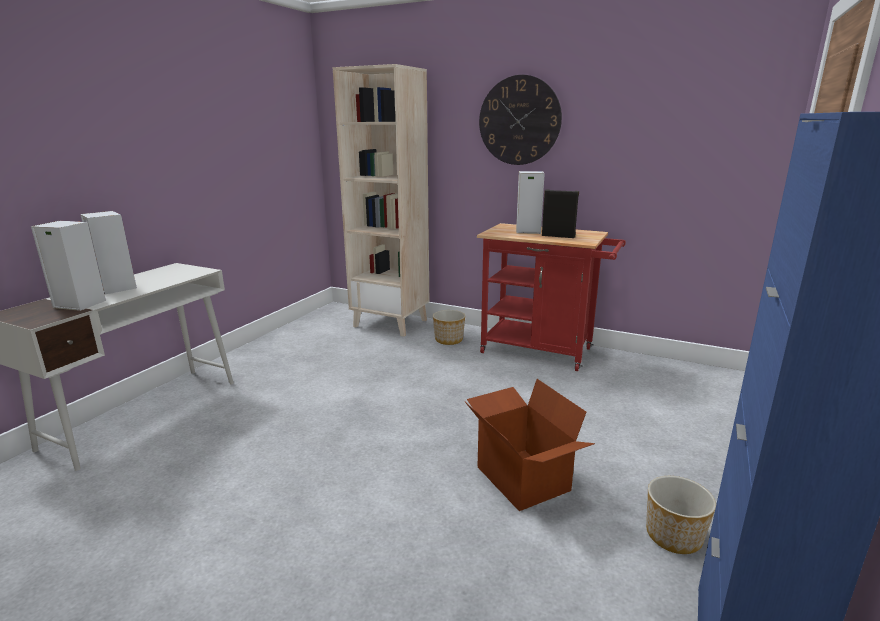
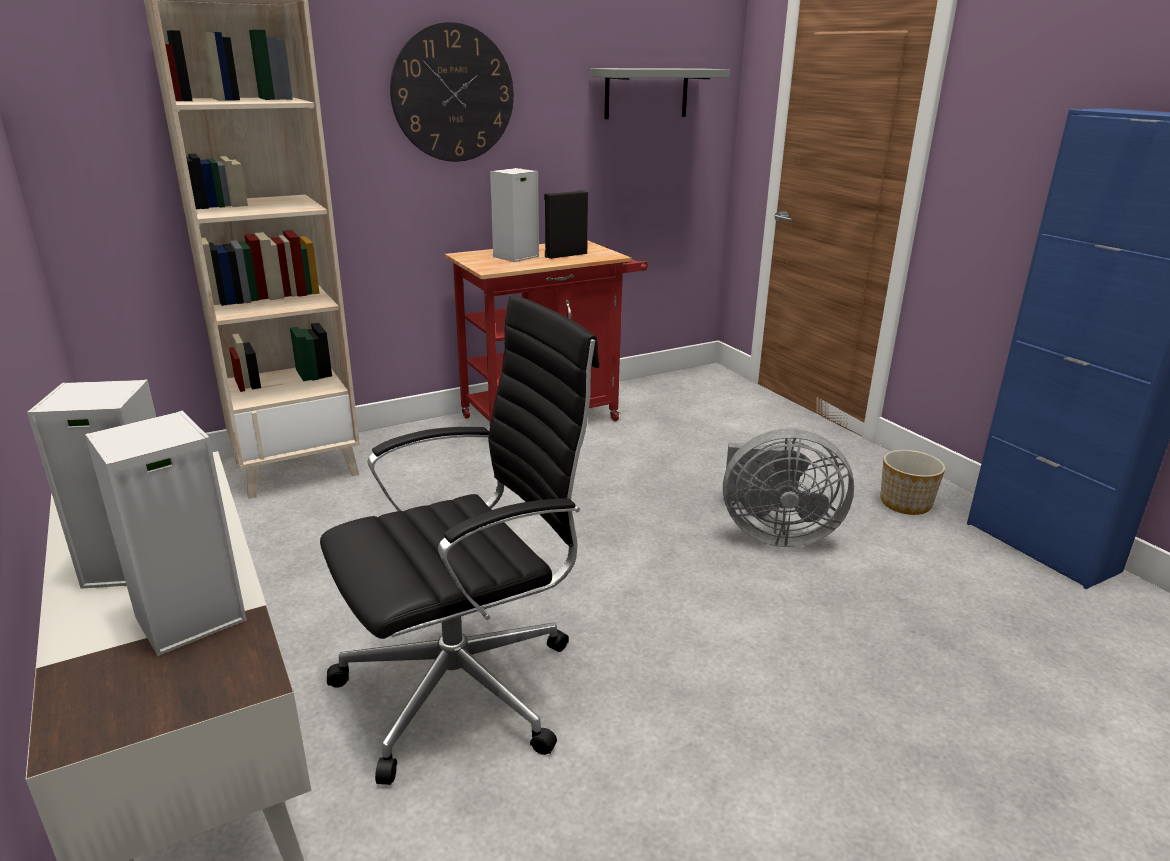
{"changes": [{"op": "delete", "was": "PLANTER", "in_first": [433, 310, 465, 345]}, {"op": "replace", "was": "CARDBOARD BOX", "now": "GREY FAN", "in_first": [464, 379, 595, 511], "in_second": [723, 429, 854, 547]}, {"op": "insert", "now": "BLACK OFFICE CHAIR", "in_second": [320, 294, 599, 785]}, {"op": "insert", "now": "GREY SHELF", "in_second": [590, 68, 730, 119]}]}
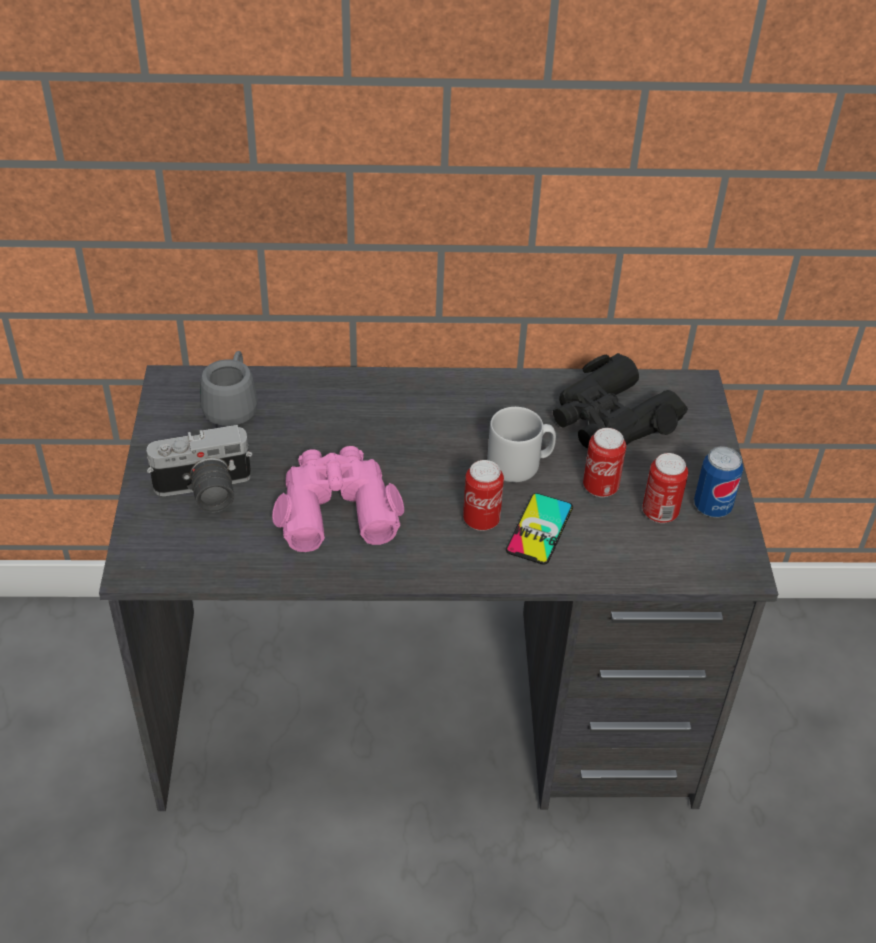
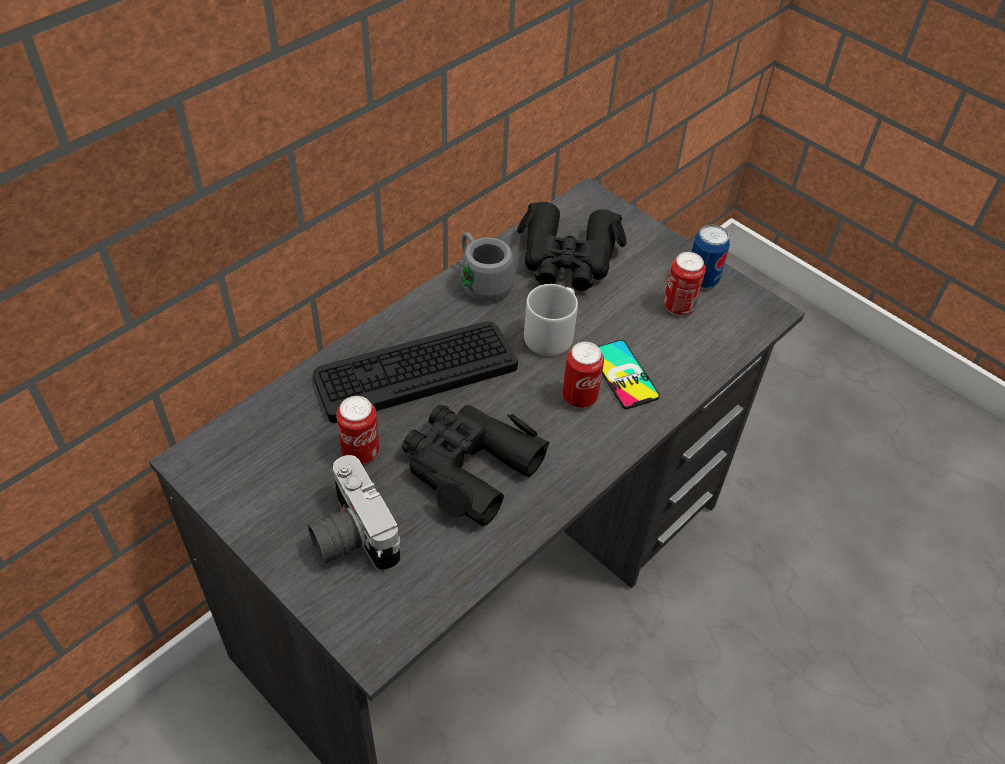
{"changes": [{"op": "rotate", "was": "PHOTO CAMERA", "in_first": [147, 425, 252, 513], "in_second": [308, 455, 400, 572], "clockwise": 120}, {"op": "move", "was": "GREY MUG", "in_first": [200, 351, 258, 426], "in_second": [461, 232, 514, 301]}, {"op": "recolor", "was": "PINK BINOCULARS", "now": "BLACK BINOCULARS", "in_first": [272, 446, 404, 552], "in_second": [402, 405, 549, 526]}, {"op": "move", "was": "CAN", "in_first": [583, 428, 626, 497], "in_second": [336, 396, 379, 464]}, {"op": "insert", "now": "KEYBOARD", "in_second": [313, 321, 518, 423]}]}
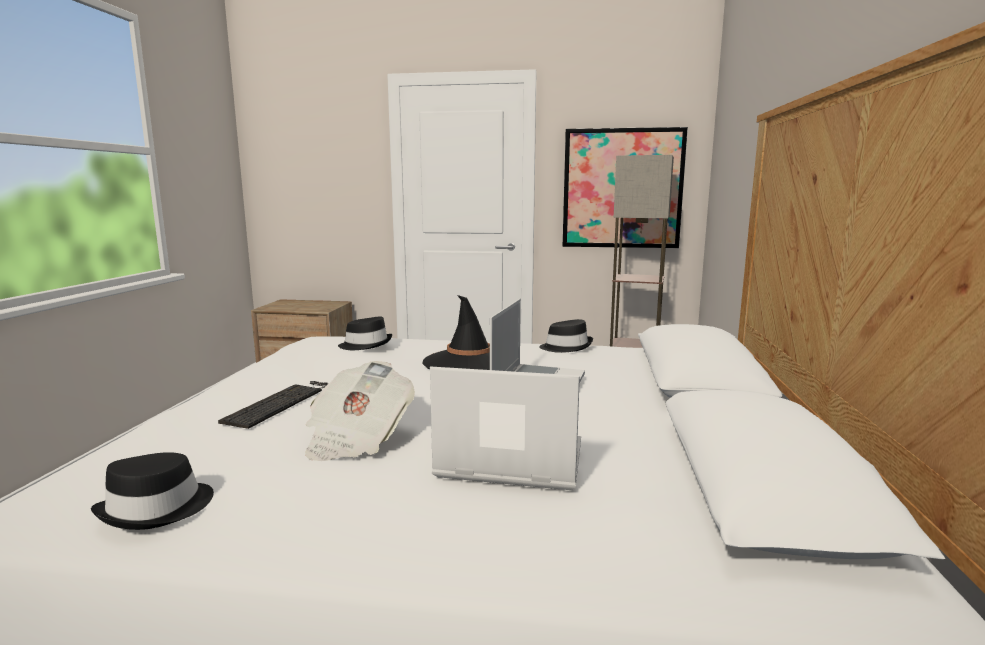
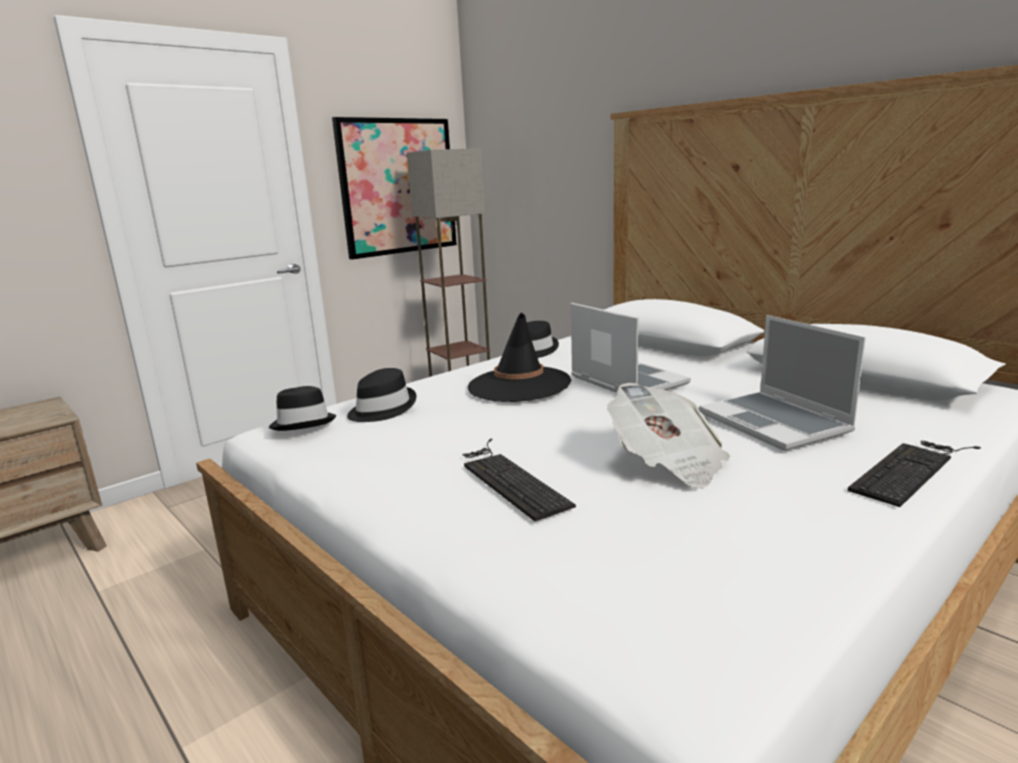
{"changes": [{"op": "move", "was": "BLACK HAT", "in_first": [91, 452, 214, 530], "in_second": [269, 386, 336, 431]}, {"op": "rotate", "was": "LAPTOP", "in_first": [430, 366, 581, 490], "in_second": [699, 315, 866, 451], "clockwise": -75}, {"op": "insert", "now": "KEYBOARD", "in_second": [848, 441, 981, 507]}]}
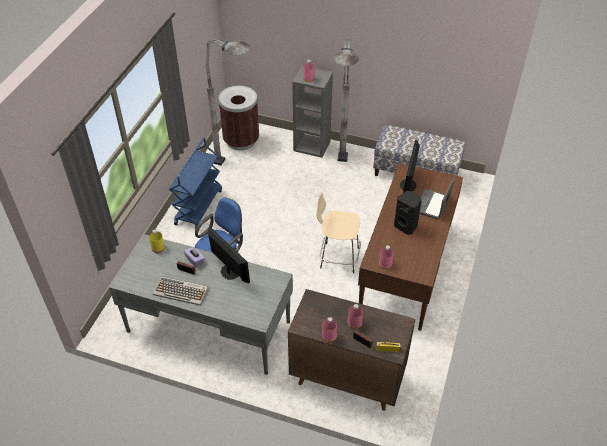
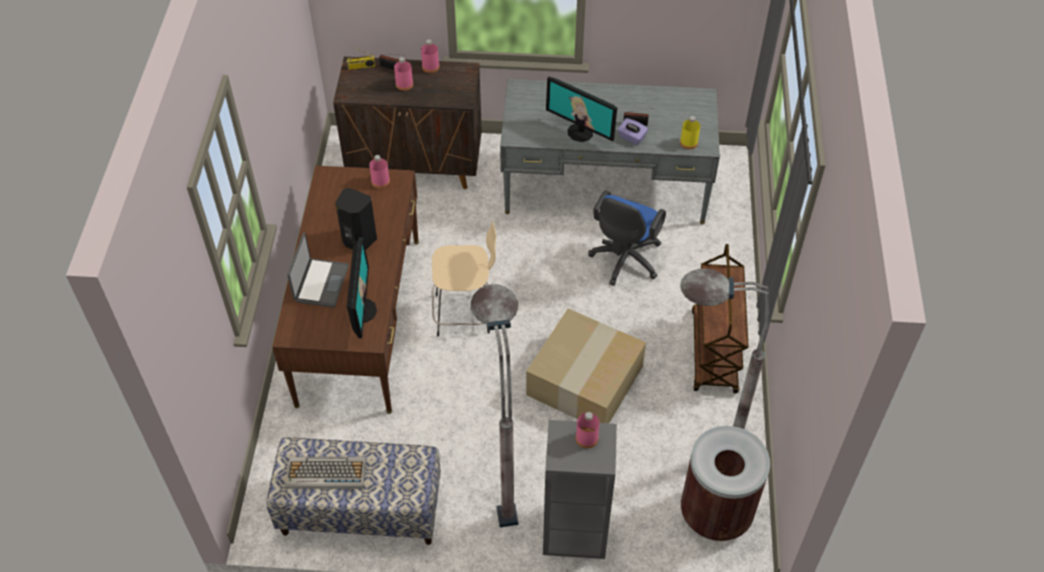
{"changes": [{"op": "move", "was": "KEYBOARD", "in_first": [153, 276, 208, 306], "in_second": [285, 457, 366, 489]}, {"op": "recolor", "was": "BLUE CART", "now": "BROWN CART", "in_first": [169, 138, 222, 230], "in_second": [692, 244, 749, 393]}, {"op": "insert", "now": "CARDBOARD BOX", "in_second": [526, 308, 646, 423]}]}
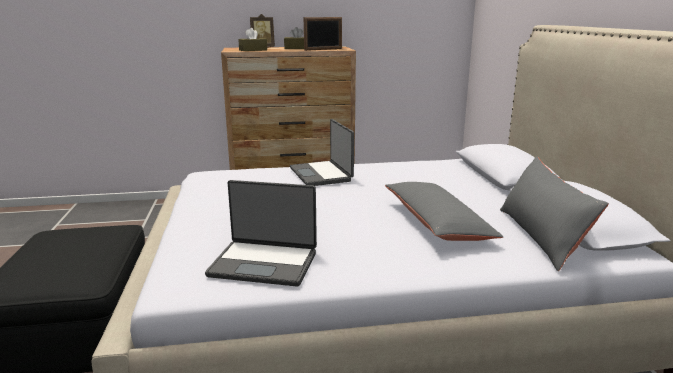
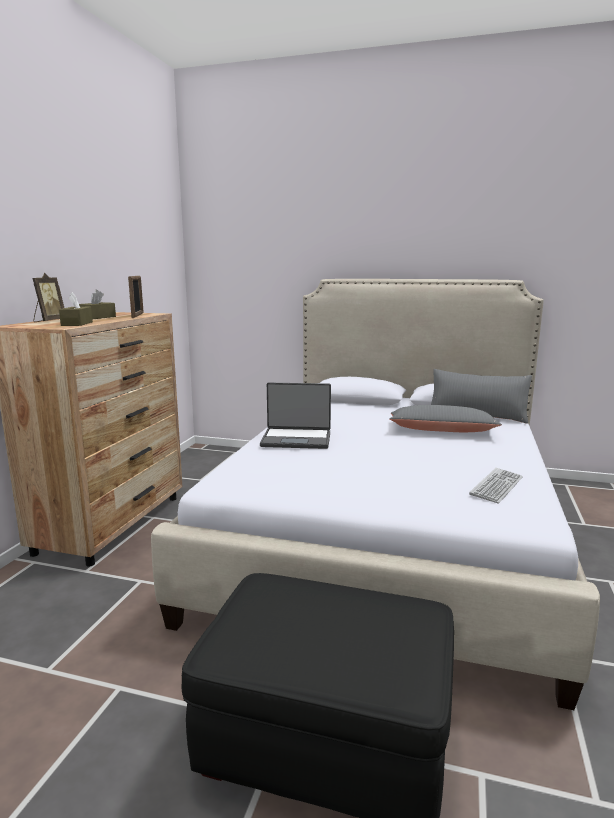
{"changes": [{"op": "replace", "was": "LAPTOP", "now": "KEYBOARD", "in_first": [205, 180, 317, 286], "in_second": [469, 468, 523, 504]}]}
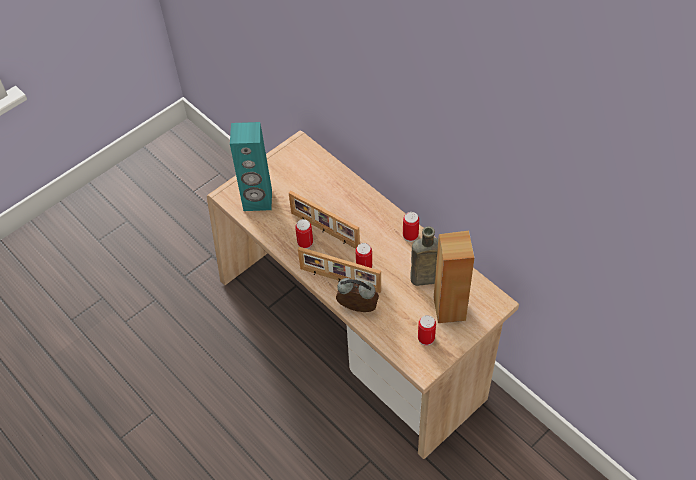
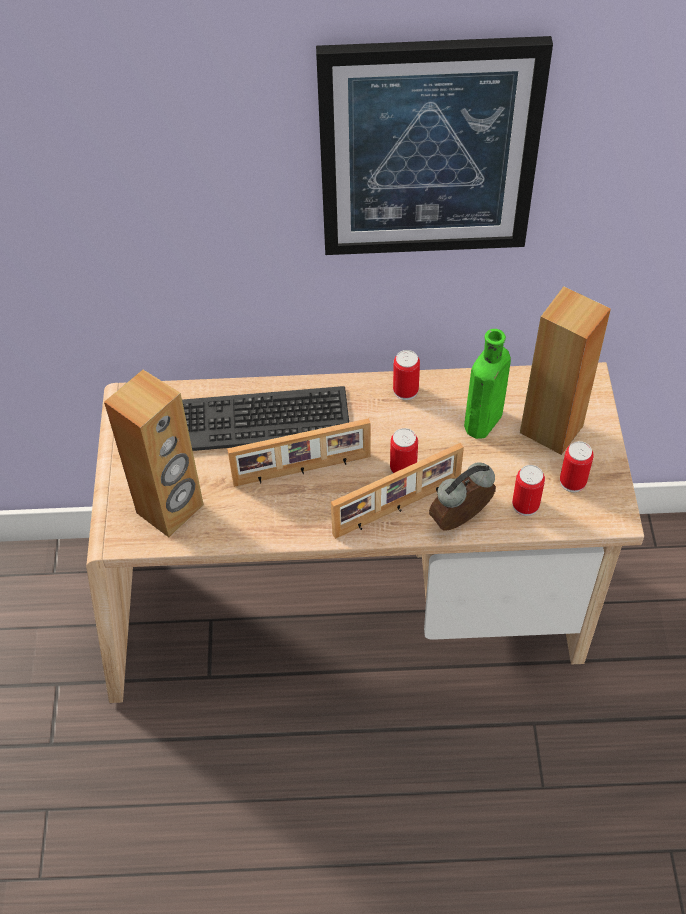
{"changes": [{"op": "recolor", "was": "TURQUOISE SPEAKER", "now": "BROWN SPEAKER", "in_first": [230, 122, 272, 211], "in_second": [104, 370, 204, 537]}, {"op": "move", "was": "CAN", "in_first": [295, 219, 313, 249], "in_second": [512, 465, 545, 516]}, {"op": "recolor", "was": "BROWN BOTTLE", "now": "GREEN BOTTLE", "in_first": [410, 226, 438, 286], "in_second": [464, 329, 511, 439]}, {"op": "insert", "now": "KEYBOARD", "in_second": [182, 386, 349, 451]}, {"op": "insert", "now": "PICTURE", "in_second": [316, 36, 553, 255]}]}
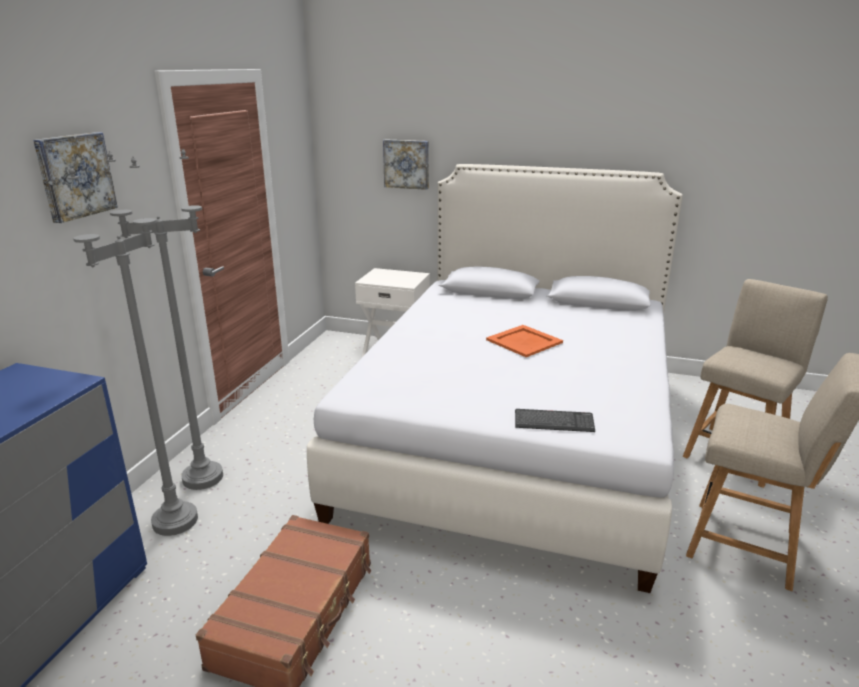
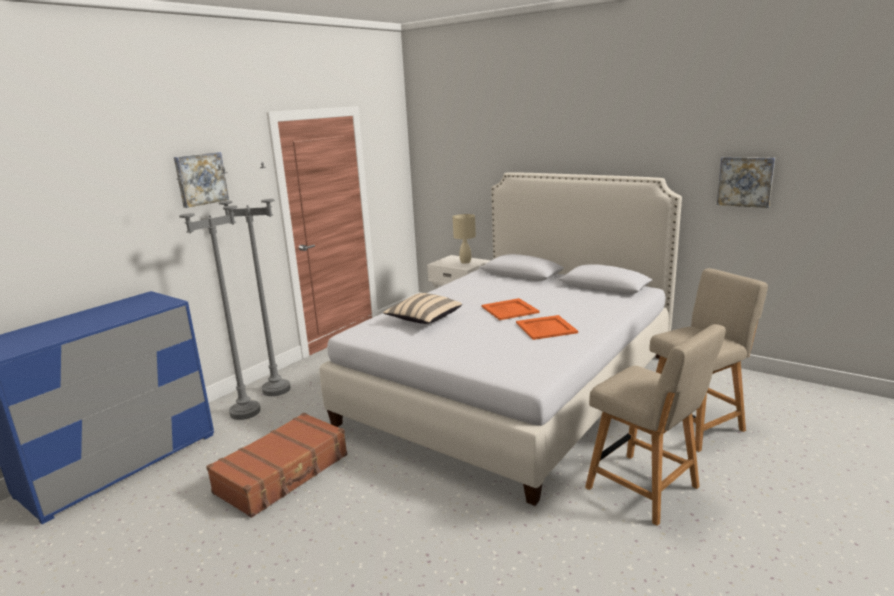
{"changes": [{"op": "move", "was": "PICTURE", "in_first": [383, 139, 429, 190], "in_second": [717, 157, 775, 208]}, {"op": "delete", "was": "KEYBOARD", "in_first": [515, 409, 595, 432]}, {"op": "insert", "now": "BEIGE PILLOW", "in_second": [383, 293, 462, 324]}, {"op": "insert", "now": "BEIGE TABLE LAMP", "in_second": [453, 214, 476, 264]}, {"op": "insert", "now": "ORANGE TRAY", "in_second": [516, 315, 578, 340]}]}
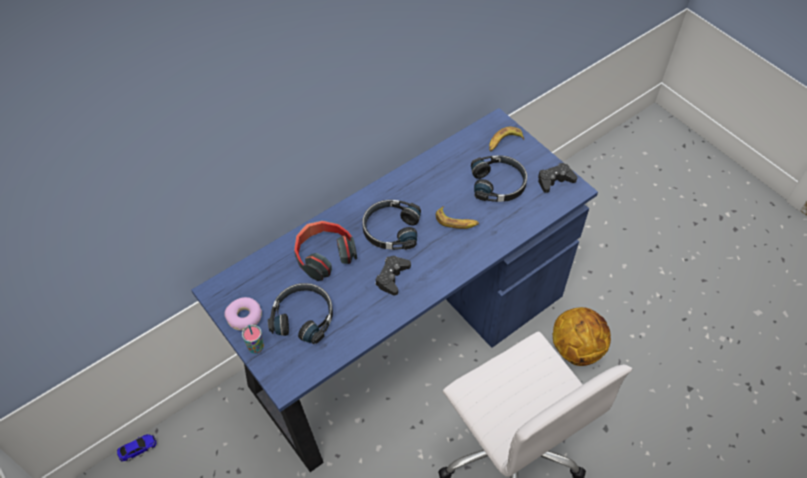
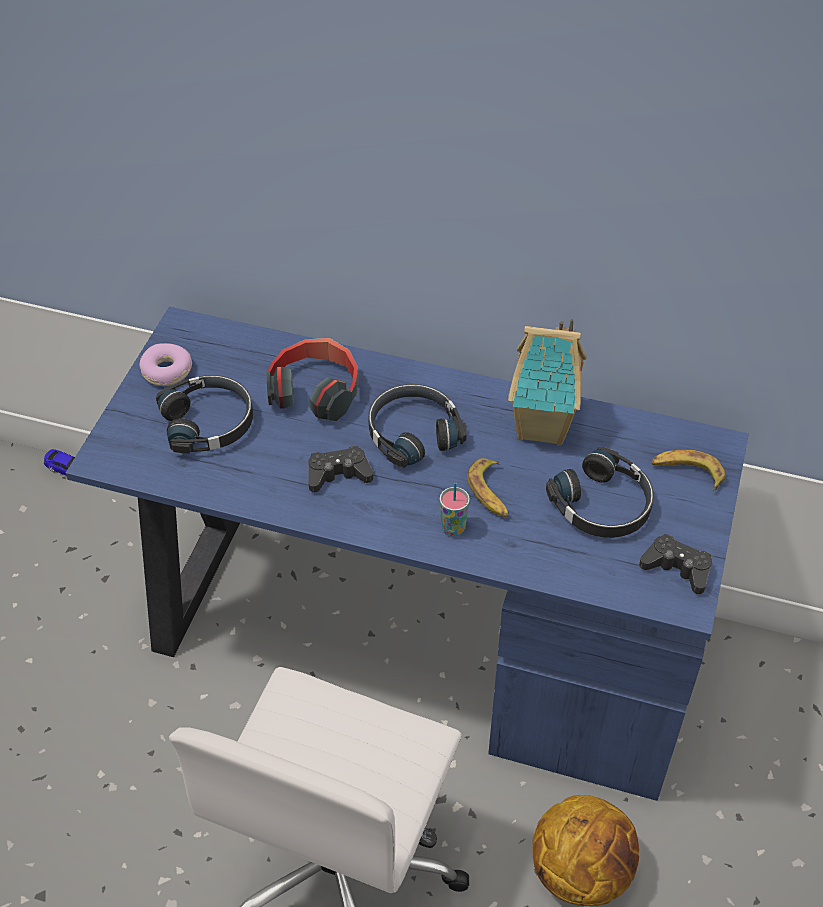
{"changes": [{"op": "move", "was": "CUP", "in_first": [242, 325, 264, 354], "in_second": [439, 482, 470, 536]}, {"op": "insert", "now": "TOY HOUSE", "in_second": [508, 319, 587, 446]}]}
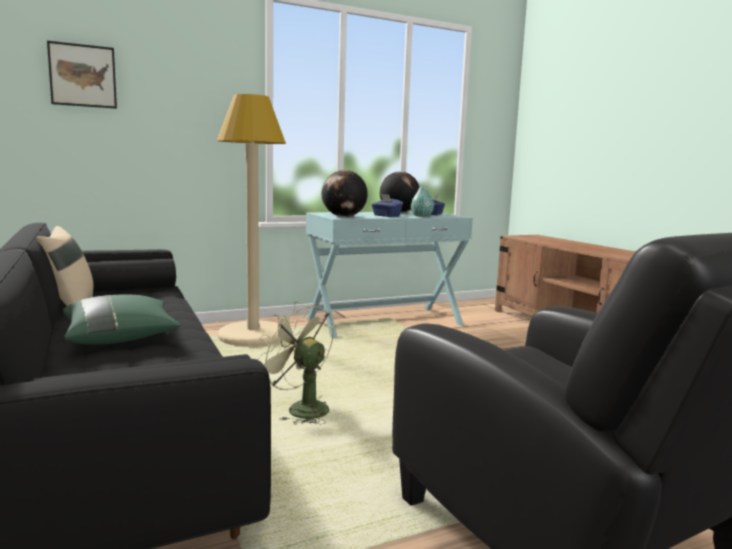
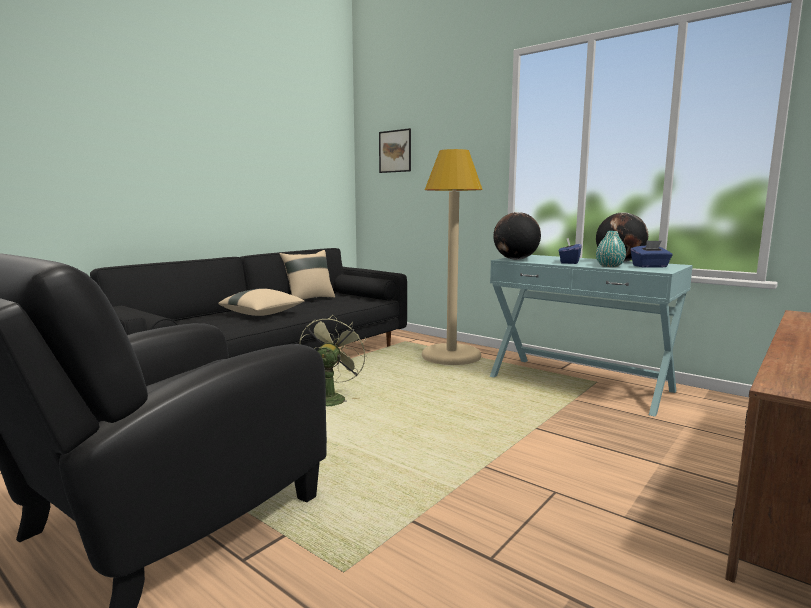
{"changes": [{"op": "recolor", "was": "GREEN PILLOW", "now": "BEIGE PILLOW", "in_first": [63, 294, 181, 345], "in_second": [218, 288, 305, 316]}]}
